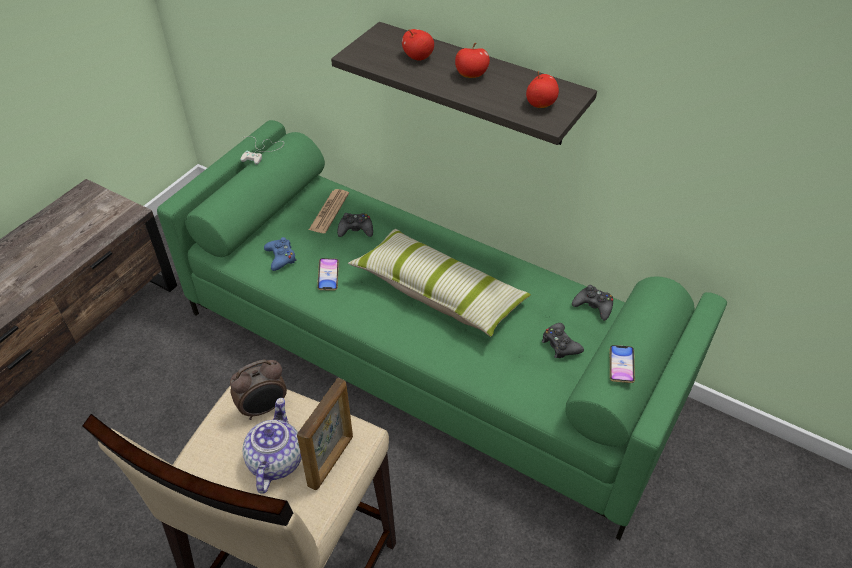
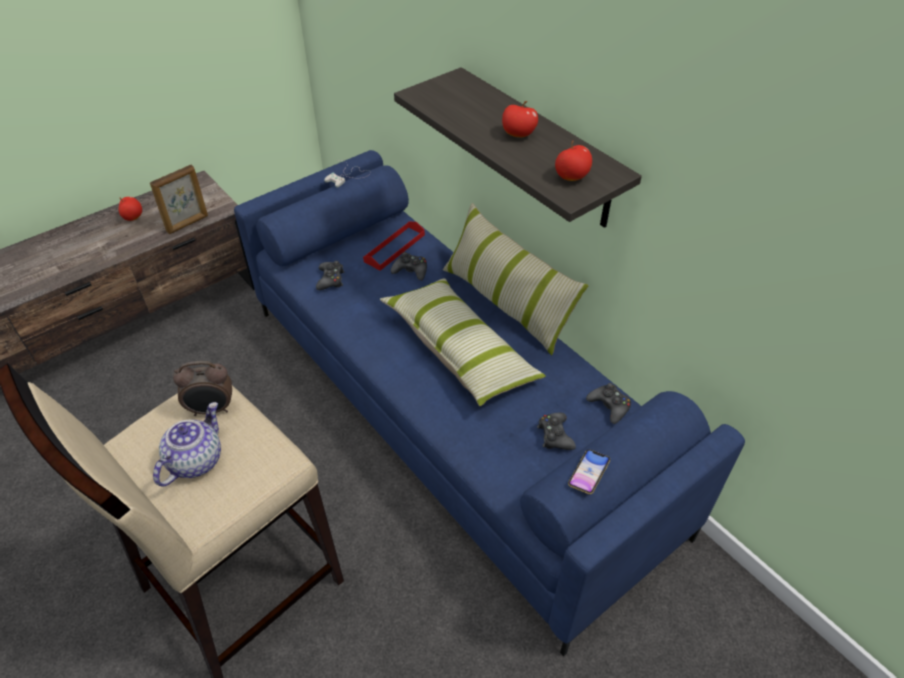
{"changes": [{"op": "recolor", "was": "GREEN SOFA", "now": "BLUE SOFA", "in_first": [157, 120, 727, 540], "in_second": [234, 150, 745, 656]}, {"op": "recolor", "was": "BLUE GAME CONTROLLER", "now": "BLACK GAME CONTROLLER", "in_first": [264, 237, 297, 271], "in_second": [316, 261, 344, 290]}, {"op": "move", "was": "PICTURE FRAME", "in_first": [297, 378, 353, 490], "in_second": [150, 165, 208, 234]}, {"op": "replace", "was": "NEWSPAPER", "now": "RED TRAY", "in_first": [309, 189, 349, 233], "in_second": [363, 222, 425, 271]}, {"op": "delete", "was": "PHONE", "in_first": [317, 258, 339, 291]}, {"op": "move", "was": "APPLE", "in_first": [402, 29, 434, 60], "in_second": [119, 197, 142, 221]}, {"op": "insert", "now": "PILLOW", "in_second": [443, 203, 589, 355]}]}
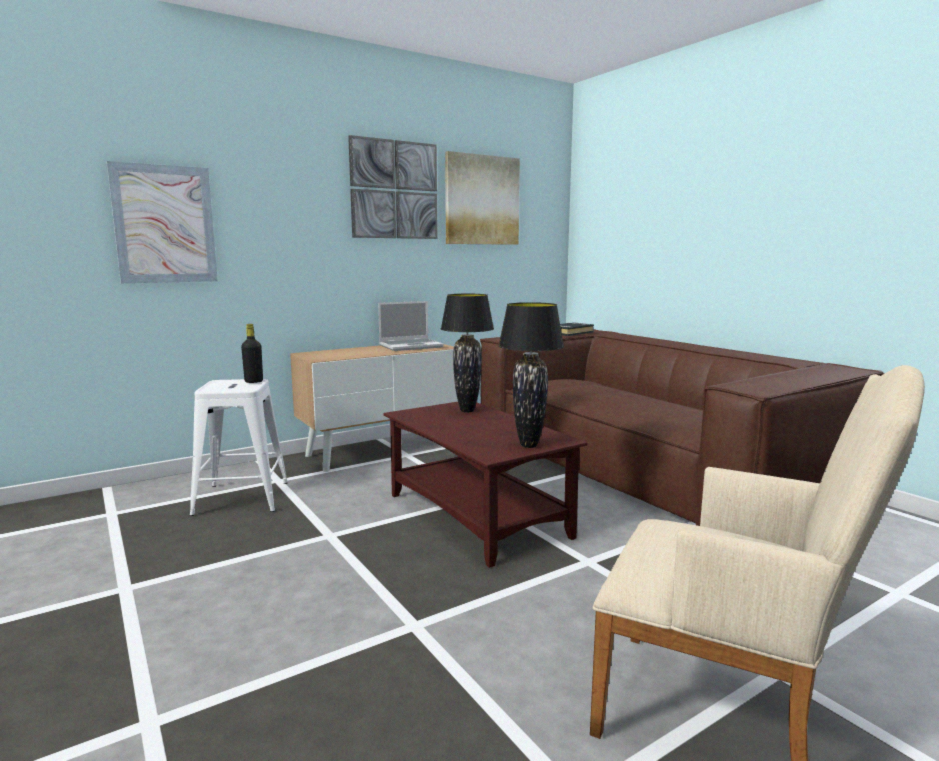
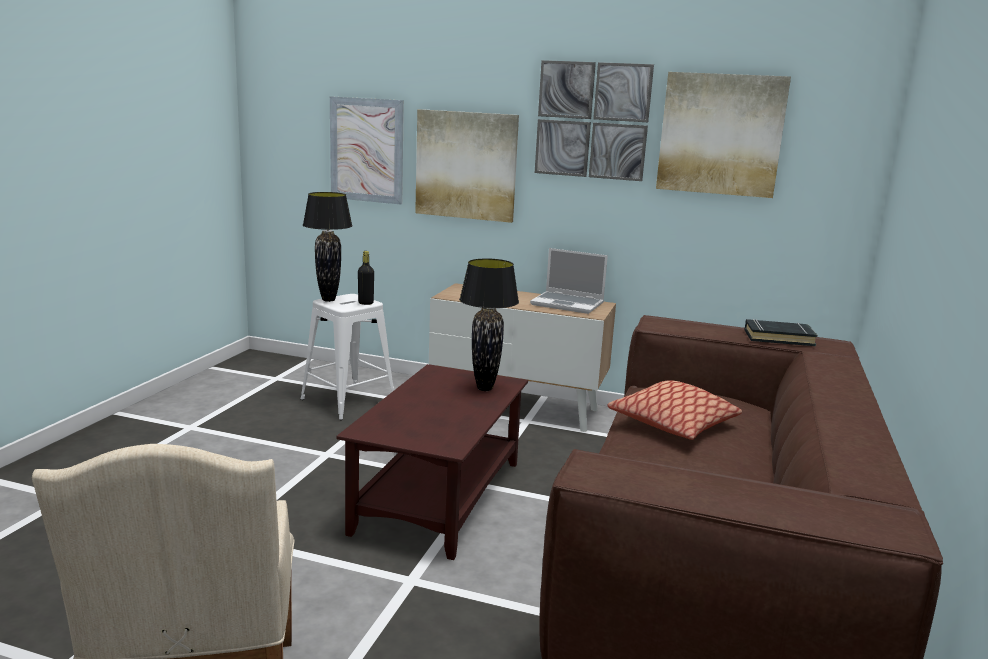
{"changes": [{"op": "move", "was": "BLACK TABLE LAMP", "in_first": [498, 302, 564, 448], "in_second": [303, 192, 352, 302]}, {"op": "insert", "now": "PICTURE", "in_second": [415, 109, 519, 223]}, {"op": "insert", "now": "PILLOW", "in_second": [607, 380, 742, 440]}]}
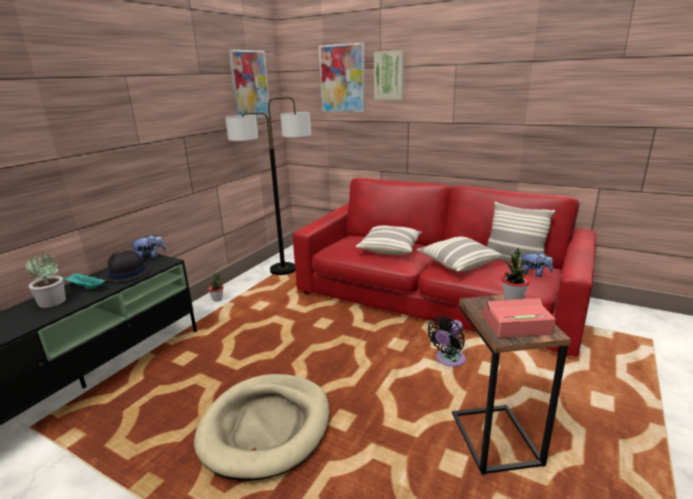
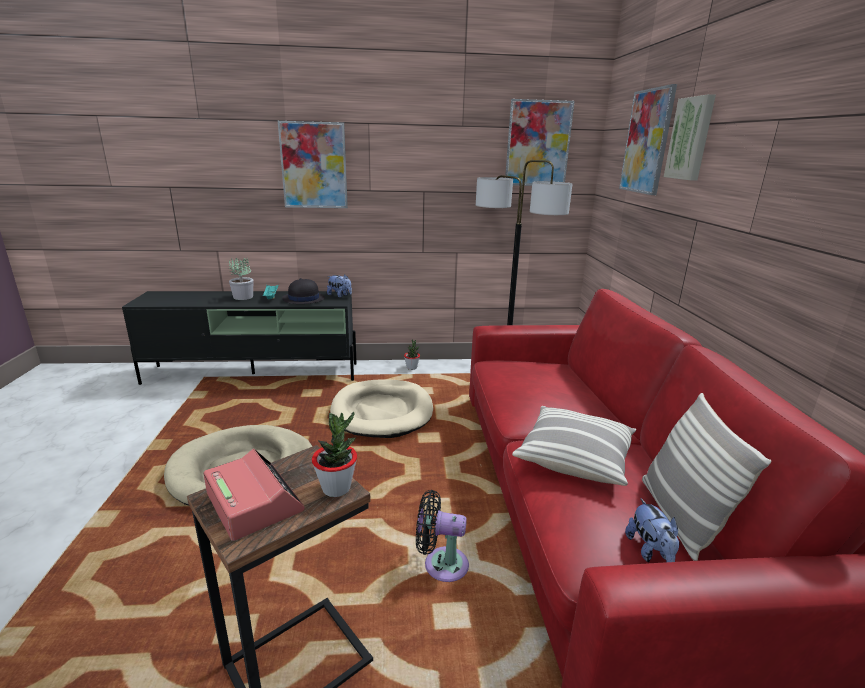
{"changes": [{"op": "delete", "was": "PILLOW", "in_first": [356, 226, 422, 255]}, {"op": "insert", "now": "PICTURE", "in_second": [278, 121, 348, 208]}, {"op": "insert", "now": "BEIGE DOG BED", "in_second": [330, 379, 433, 438]}]}
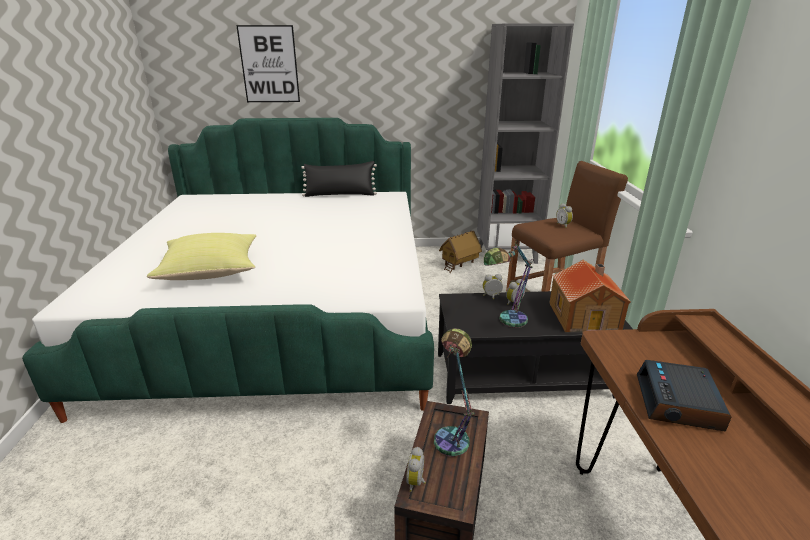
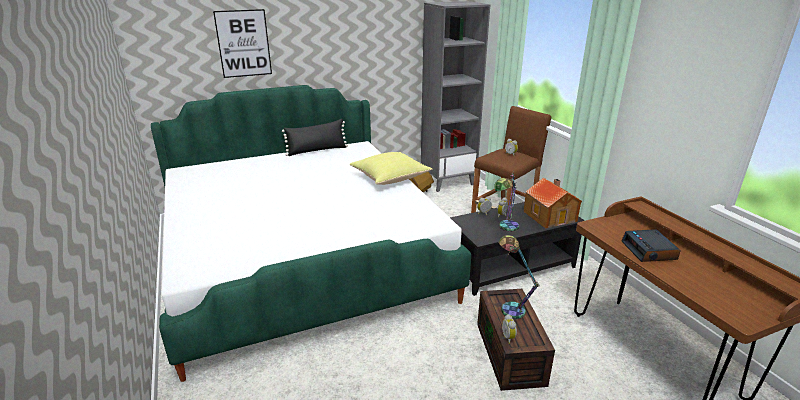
{"changes": [{"op": "move", "was": "YELLOW PILLOW", "in_first": [147, 233, 257, 280], "in_second": [350, 152, 432, 185]}]}
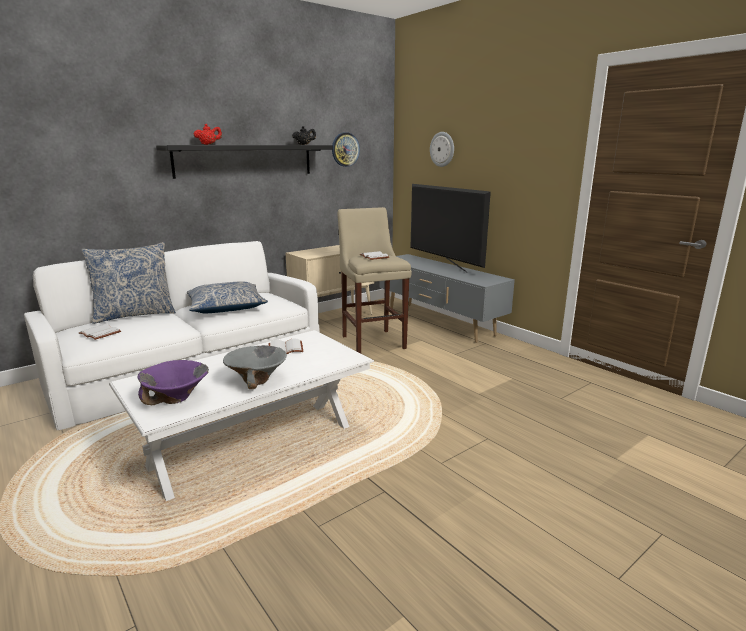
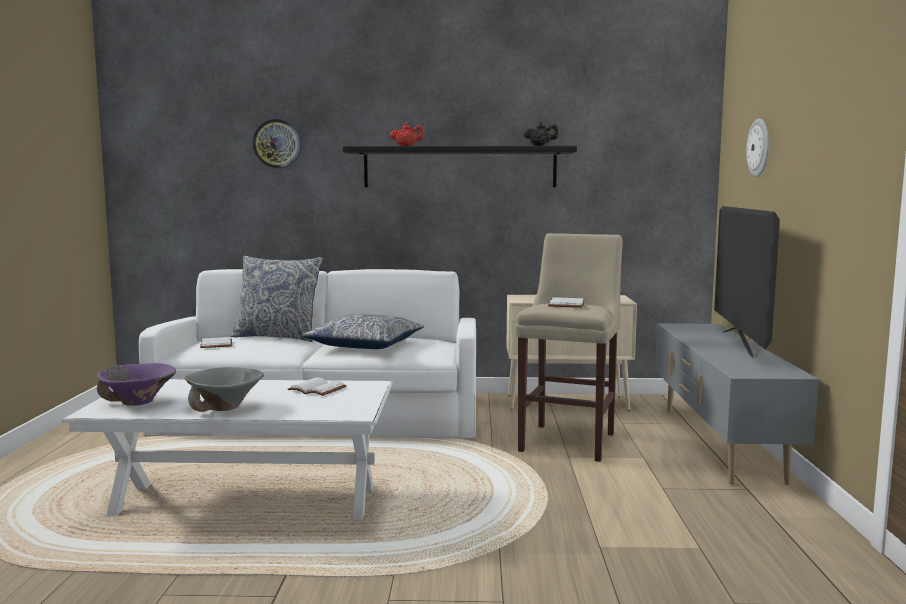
{"changes": [{"op": "move", "was": "WALL CLOCK", "in_first": [332, 132, 360, 167], "in_second": [252, 119, 302, 168]}]}
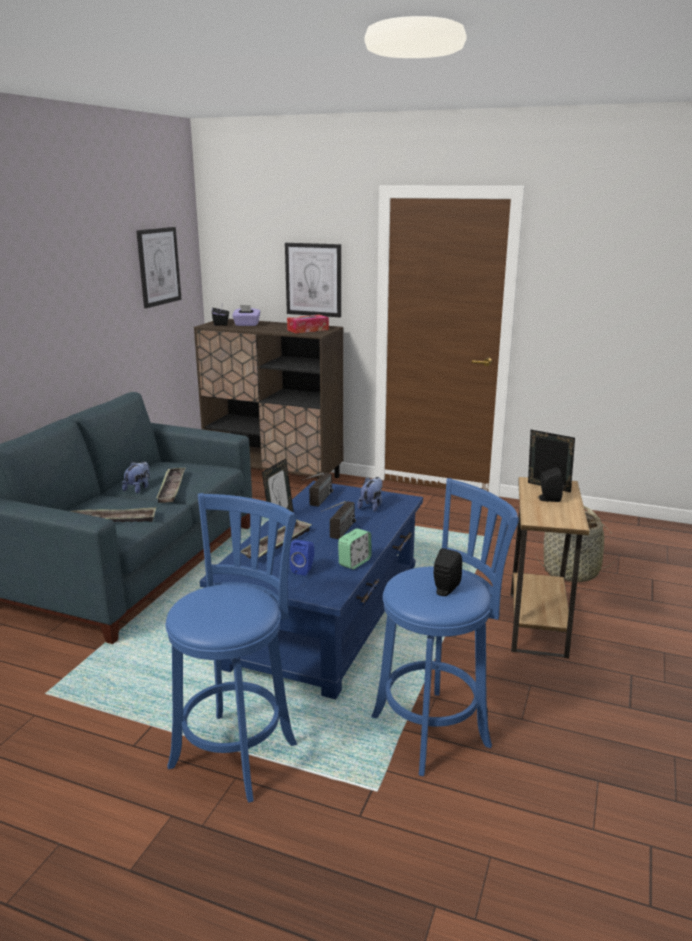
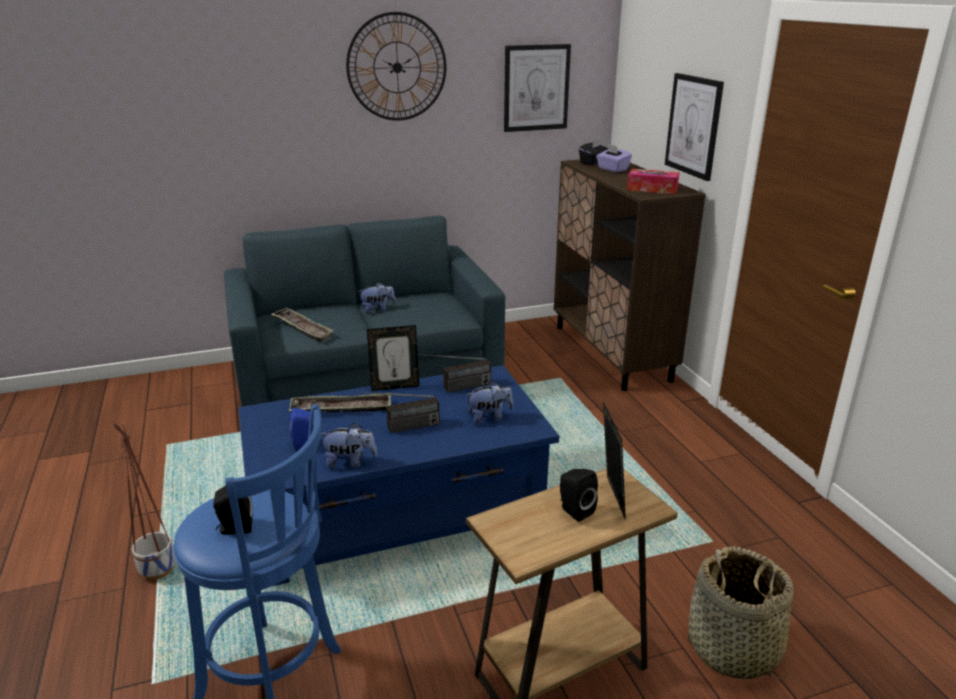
{"changes": [{"op": "delete", "was": "TRAY", "in_first": [156, 467, 186, 503]}, {"op": "replace", "was": "BLUE STOOL", "now": "PLANTER", "in_first": [166, 493, 297, 803], "in_second": [113, 423, 176, 581]}, {"op": "replace", "was": "ALARM CLOCK", "now": "PLUSH TOY", "in_first": [338, 528, 372, 569], "in_second": [320, 423, 377, 468]}, {"op": "insert", "now": "WALL CLOCK", "in_second": [346, 12, 447, 121]}]}
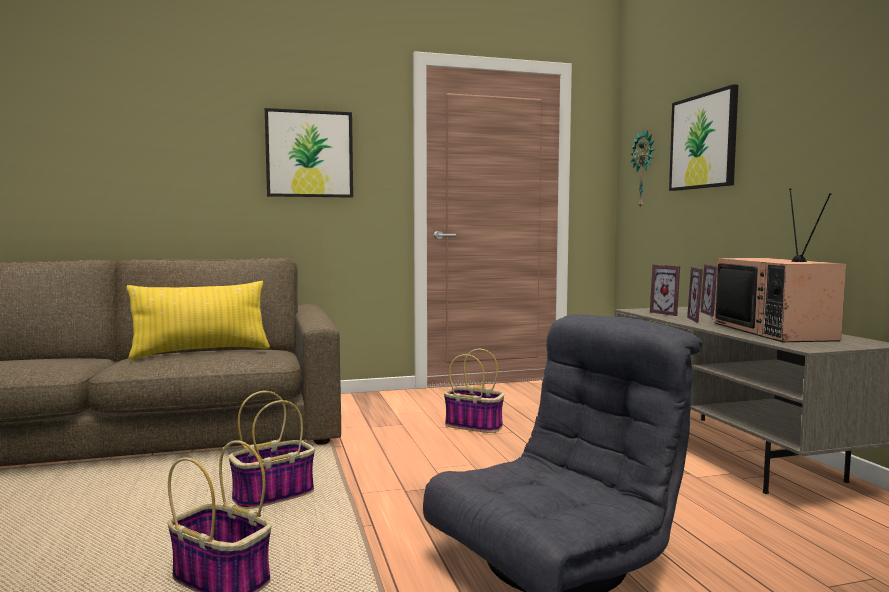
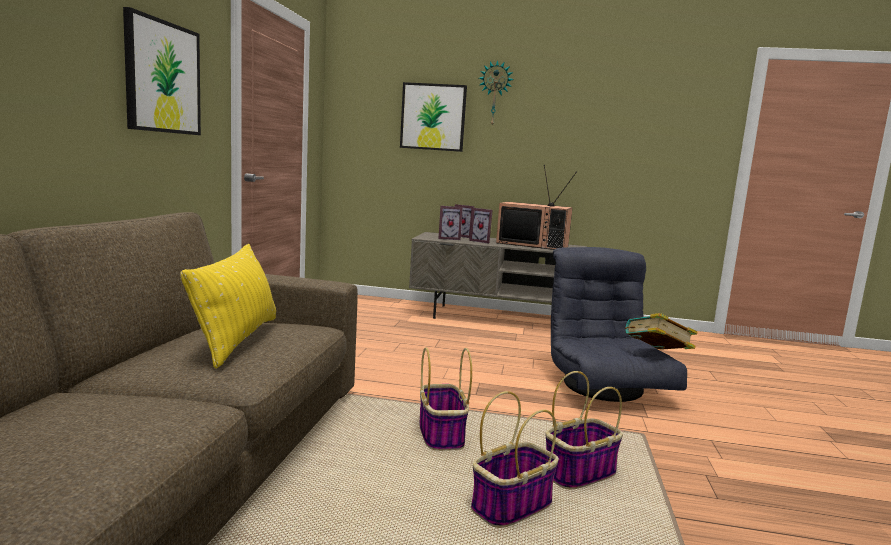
{"changes": [{"op": "move", "was": "BASKET", "in_first": [444, 349, 504, 433], "in_second": [471, 391, 559, 528]}, {"op": "move", "was": "WALL CLOCK", "in_first": [630, 130, 655, 209], "in_second": [479, 60, 514, 125]}, {"op": "insert", "now": "BOOK", "in_second": [625, 313, 697, 350]}]}
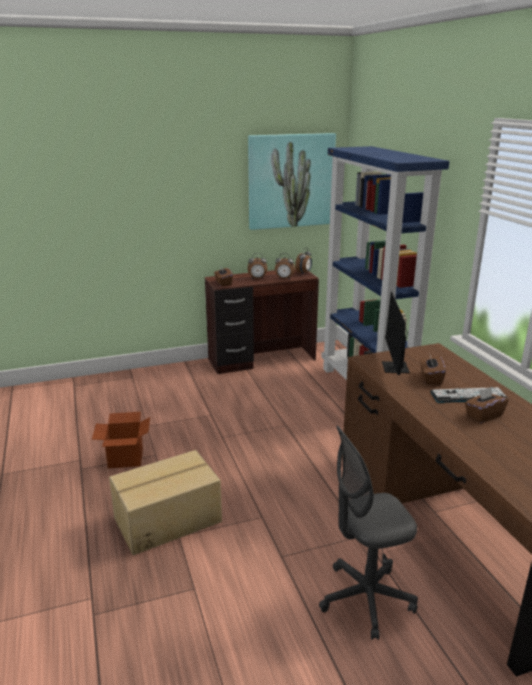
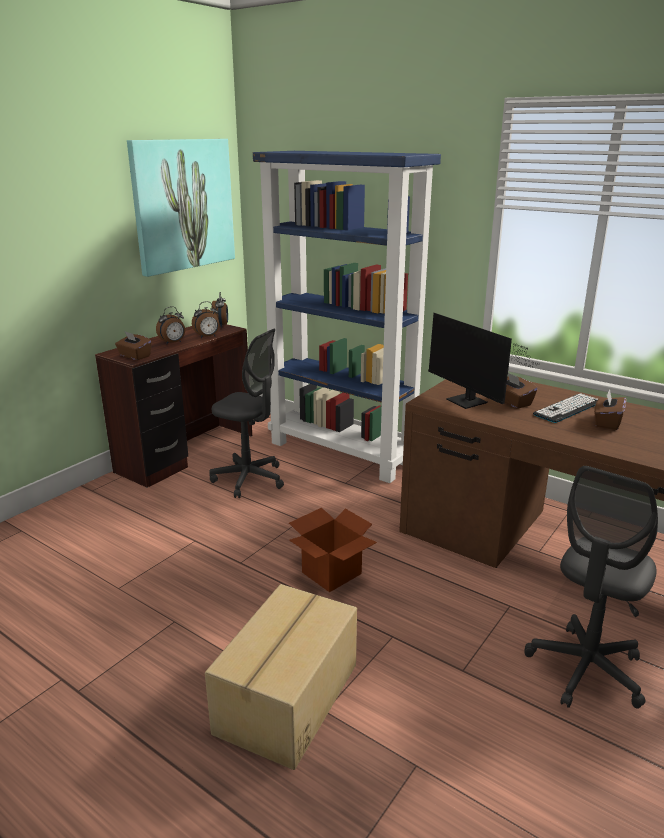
{"changes": [{"op": "move", "was": "CARDBOARD BOX", "in_first": [92, 412, 150, 469], "in_second": [289, 508, 377, 592]}, {"op": "insert", "now": "GREY OFFICE CHAIR", "in_second": [209, 329, 284, 498]}]}
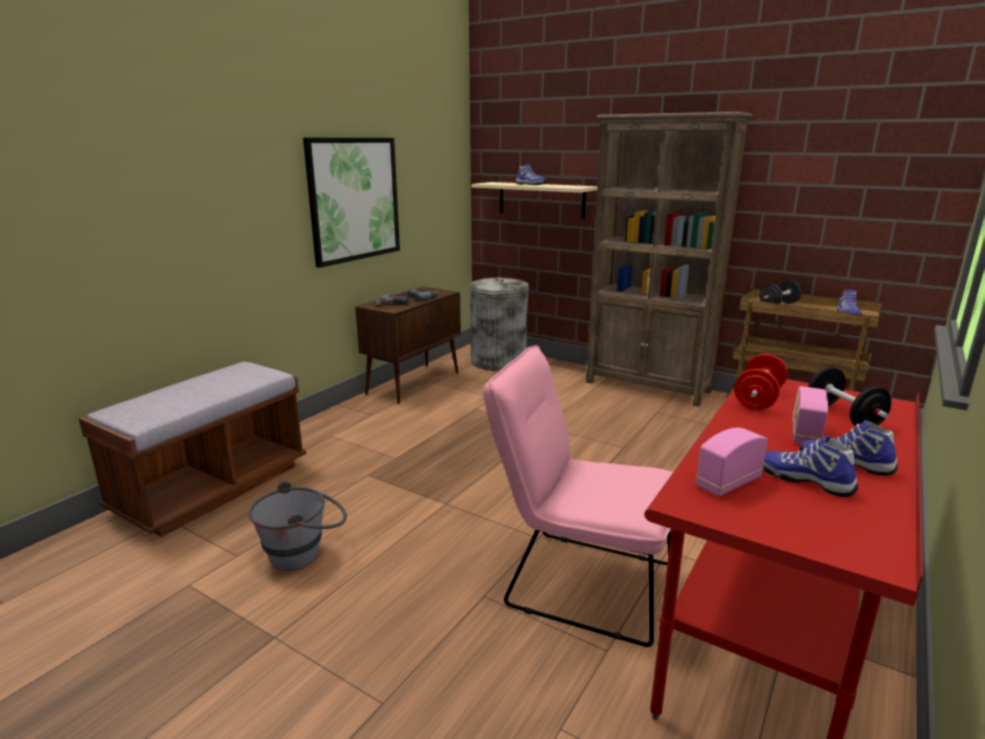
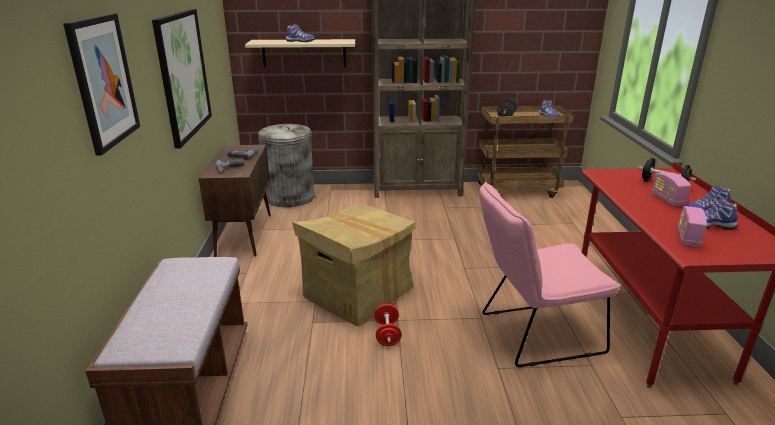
{"changes": [{"op": "delete", "was": "GREY BUCKET", "in_first": [248, 481, 347, 571]}, {"op": "move", "was": "RED DUMBBELL", "in_first": [734, 354, 788, 410], "in_second": [374, 304, 401, 346]}, {"op": "insert", "now": "PICTURE", "in_second": [63, 13, 140, 156]}, {"op": "insert", "now": "CARDBOARD BOX", "in_second": [292, 204, 416, 326]}]}
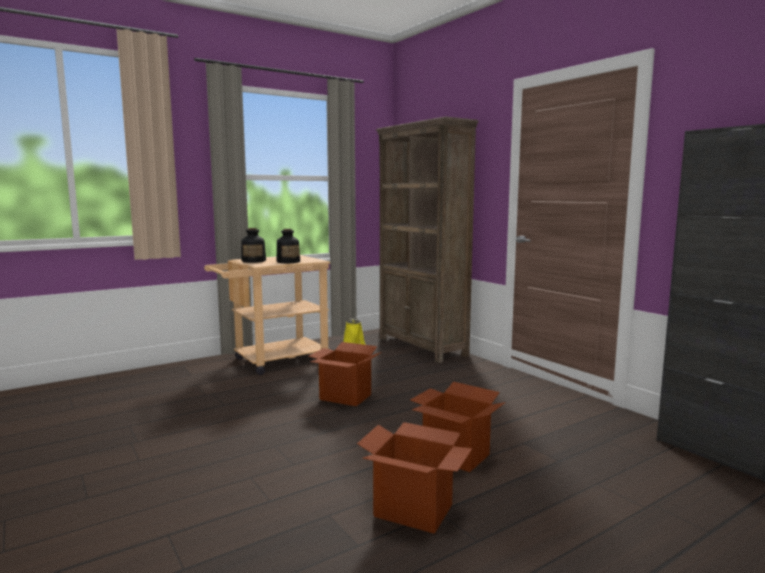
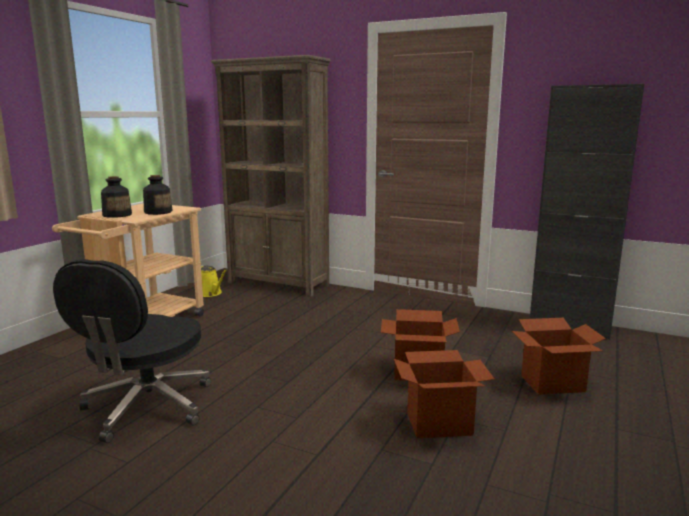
{"changes": [{"op": "move", "was": "CARDBOARD BOX", "in_first": [308, 342, 382, 406], "in_second": [512, 318, 606, 395]}, {"op": "insert", "now": "BLACK OFFICE CHAIR", "in_second": [53, 259, 211, 443]}]}
